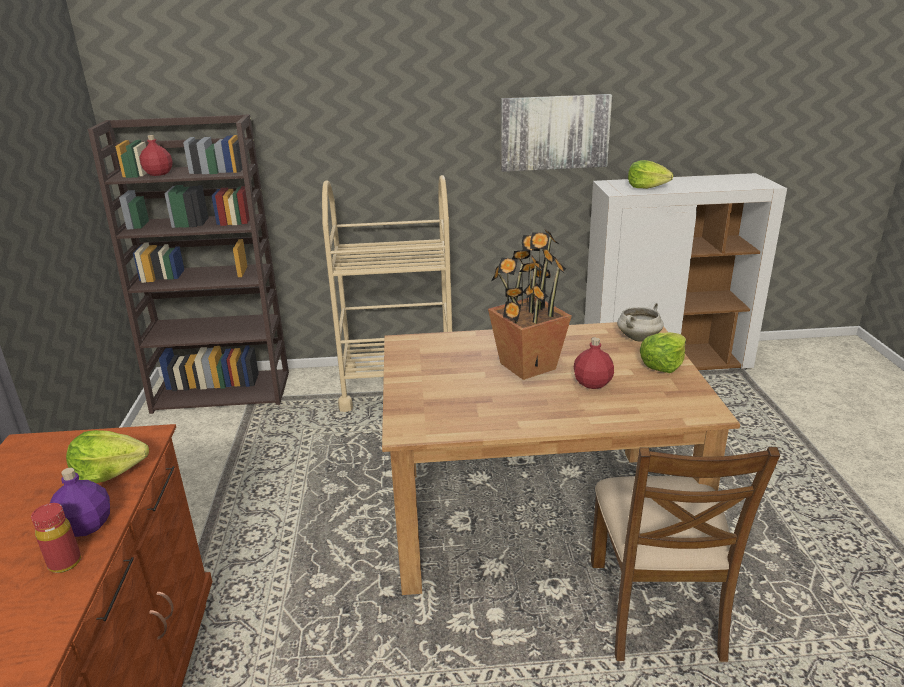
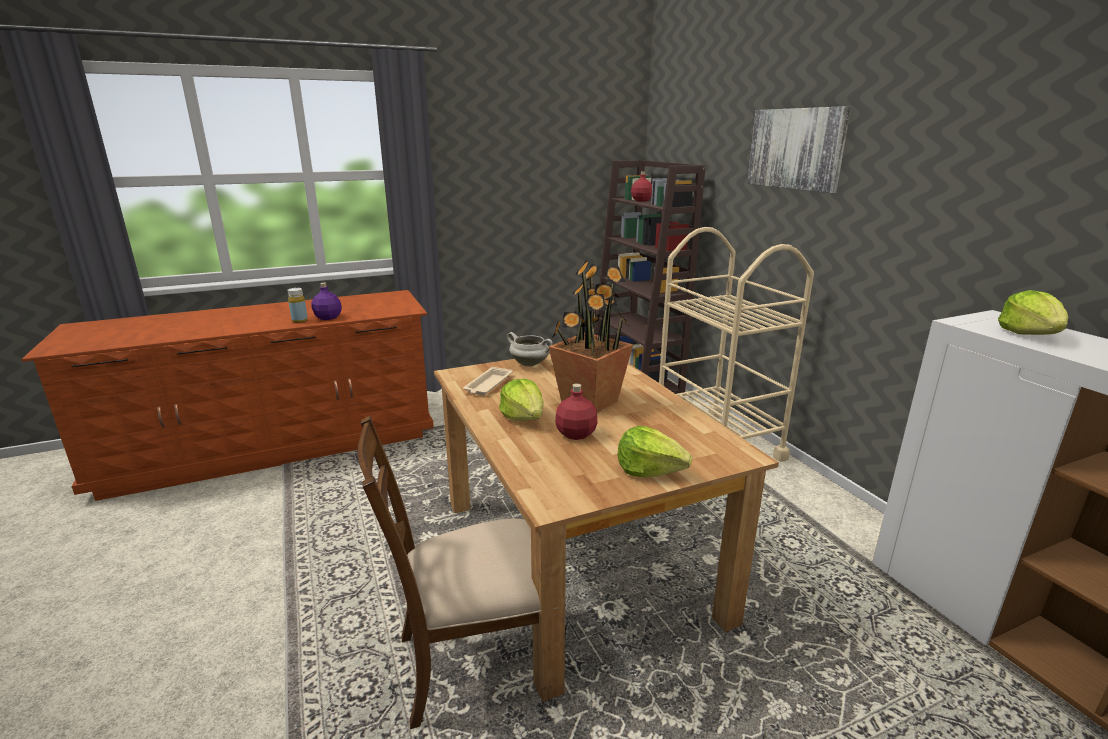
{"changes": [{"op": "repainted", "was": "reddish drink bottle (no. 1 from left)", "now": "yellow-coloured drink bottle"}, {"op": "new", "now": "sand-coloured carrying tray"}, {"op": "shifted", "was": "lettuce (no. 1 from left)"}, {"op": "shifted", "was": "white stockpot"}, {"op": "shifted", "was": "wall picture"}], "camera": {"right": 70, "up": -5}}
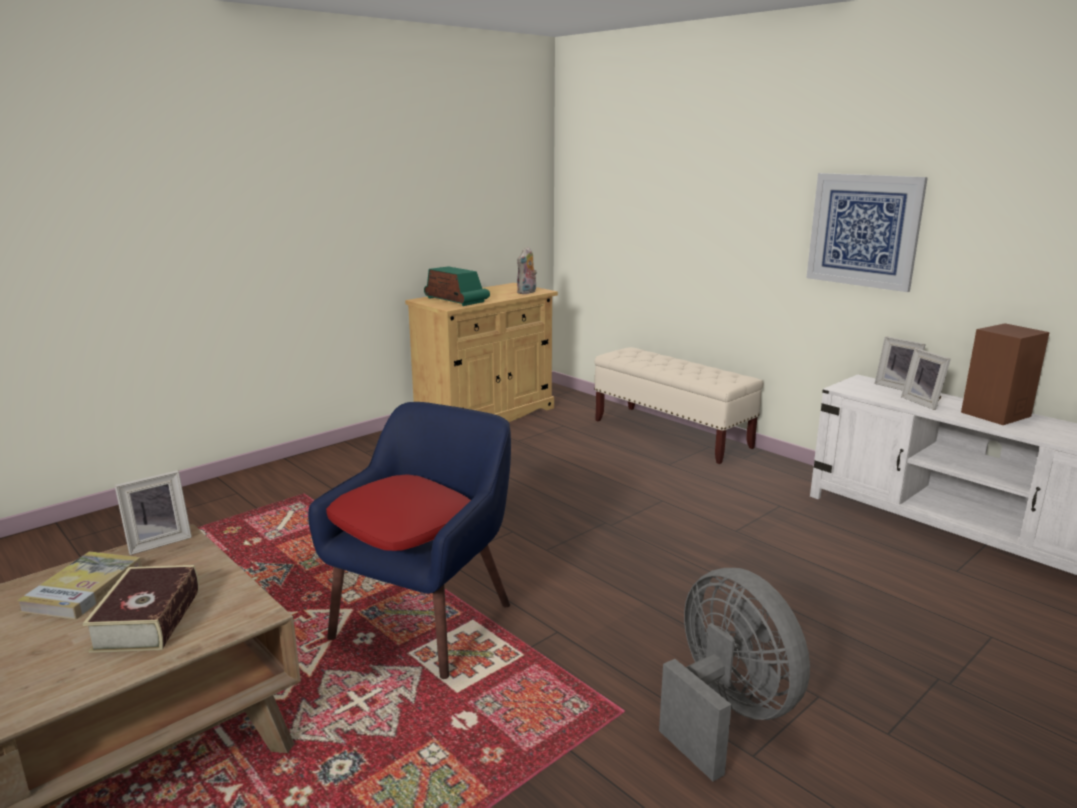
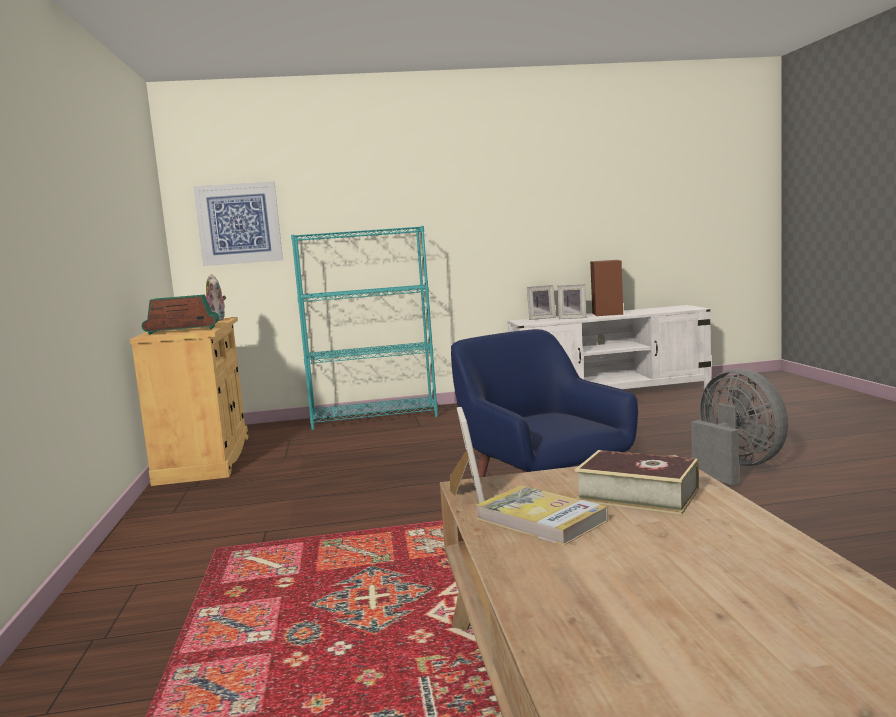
{"changes": [{"op": "shifted", "was": "wall picture"}, {"op": "swapped", "was": "sand-coloured long seat", "now": "blue-green bookshelf"}, {"op": "rotated", "was": "gray fan", "clockwise": 60}, {"op": "gone", "was": "reddish throw pillow"}], "camera": {"right": -55, "up": -10}}
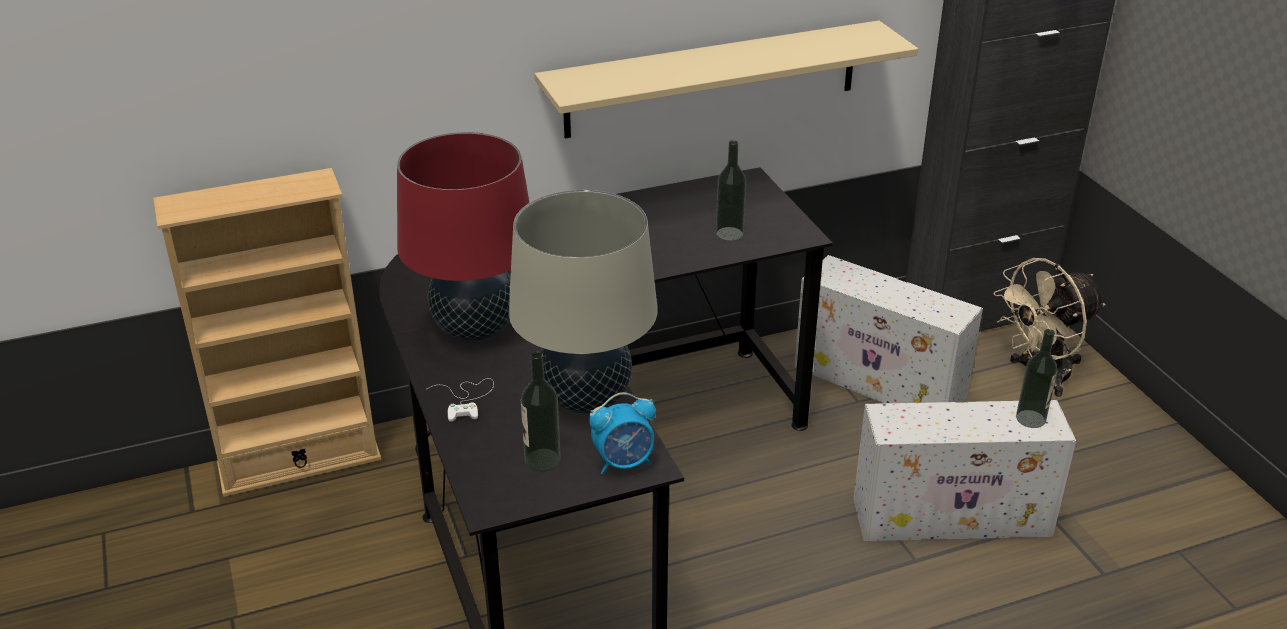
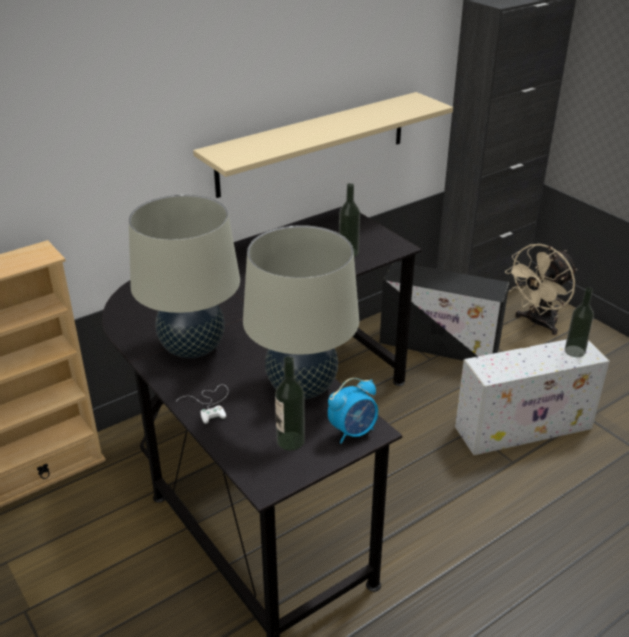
{"changes": [{"op": "repainted", "was": "reddish tabletop lamp", "now": "sand-coloured tabletop lamp (no. 1 from left)"}, {"op": "repainted", "was": "white storage container (no. 1 from left)", "now": "black-coloured storage container"}], "camera": {"right": -15, "up": 0}}
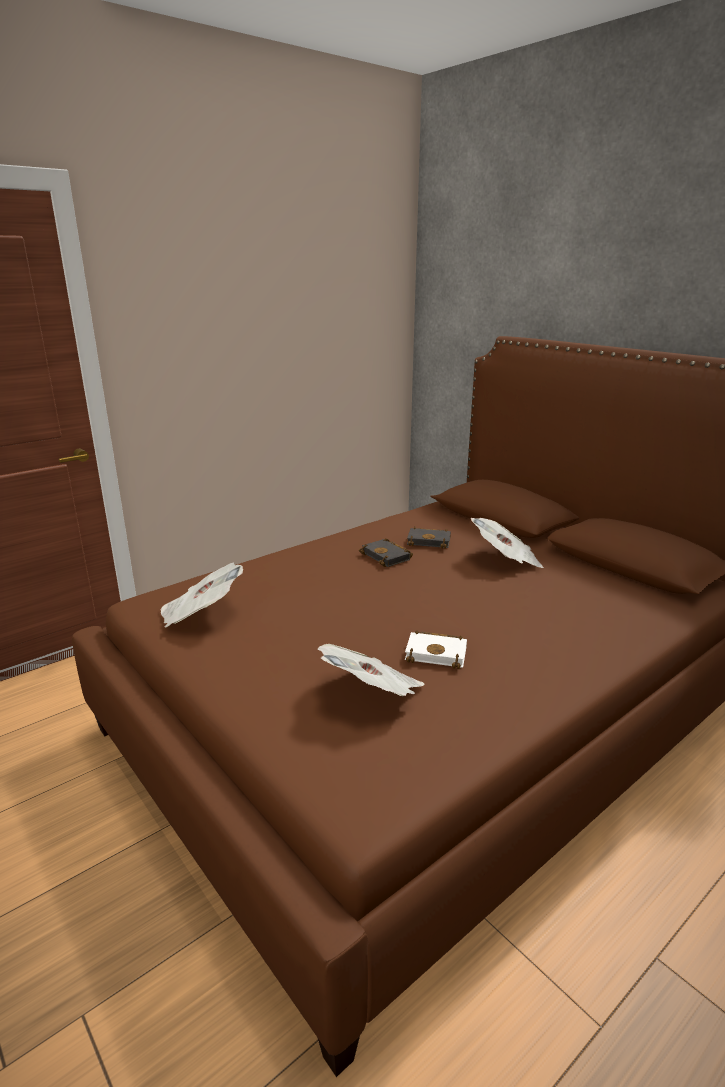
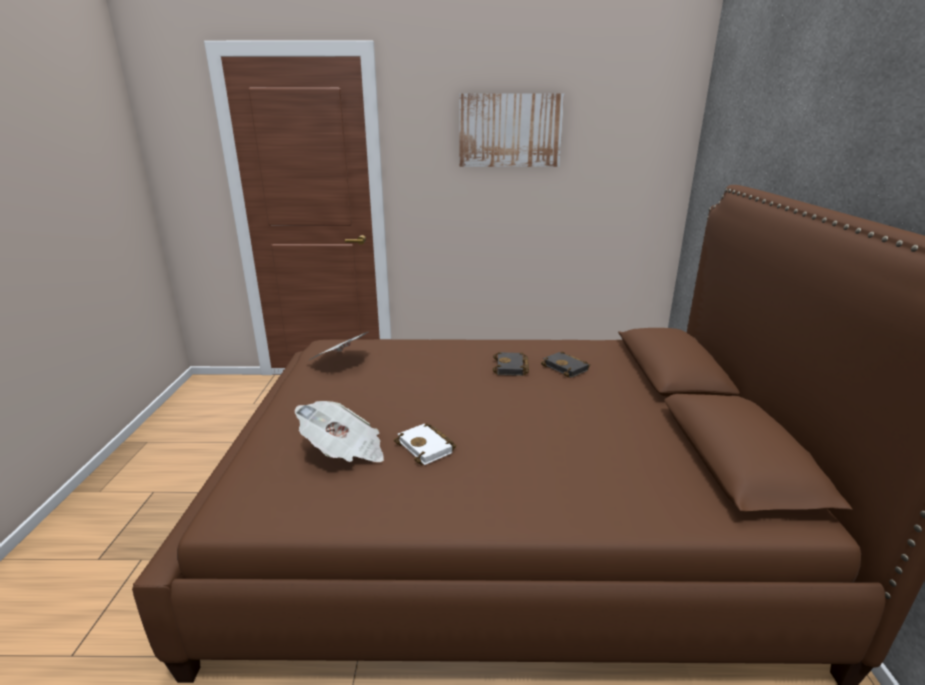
{"changes": [{"op": "new", "now": "wall picture"}, {"op": "gone", "was": "daily paper (no. 3 from left)"}], "camera": {"right": 40, "up": 0}}
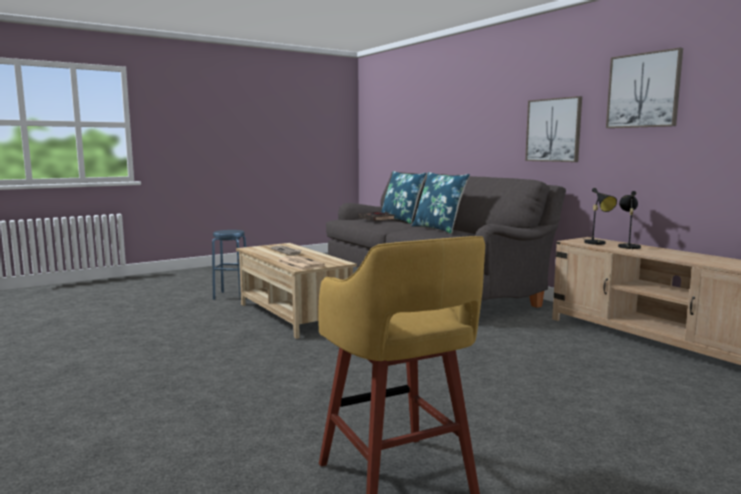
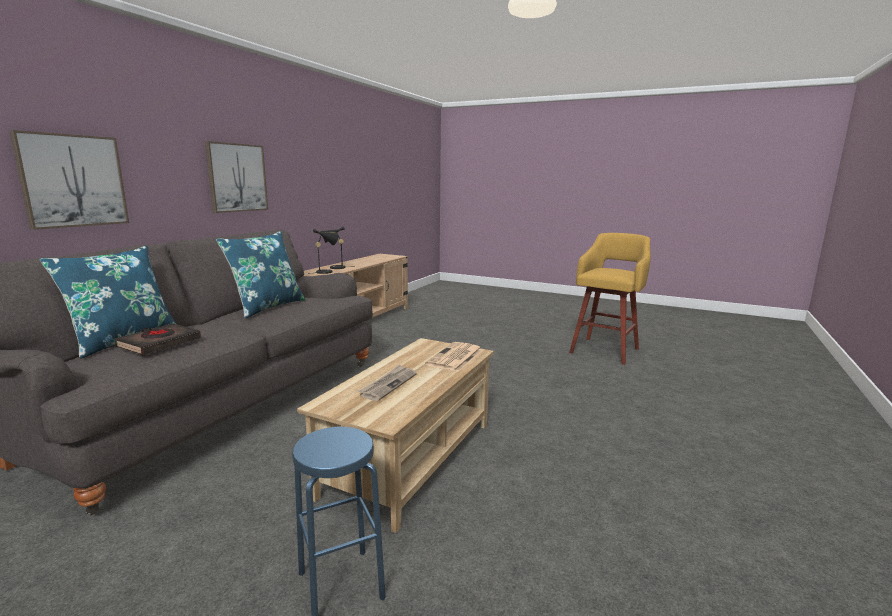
{"changes": [{"op": "shifted", "was": "wall picture (no. 2 from left in the first image)", "now": "wall picture (no. 1 from left)"}], "camera": {"right": -120, "up": 5}}
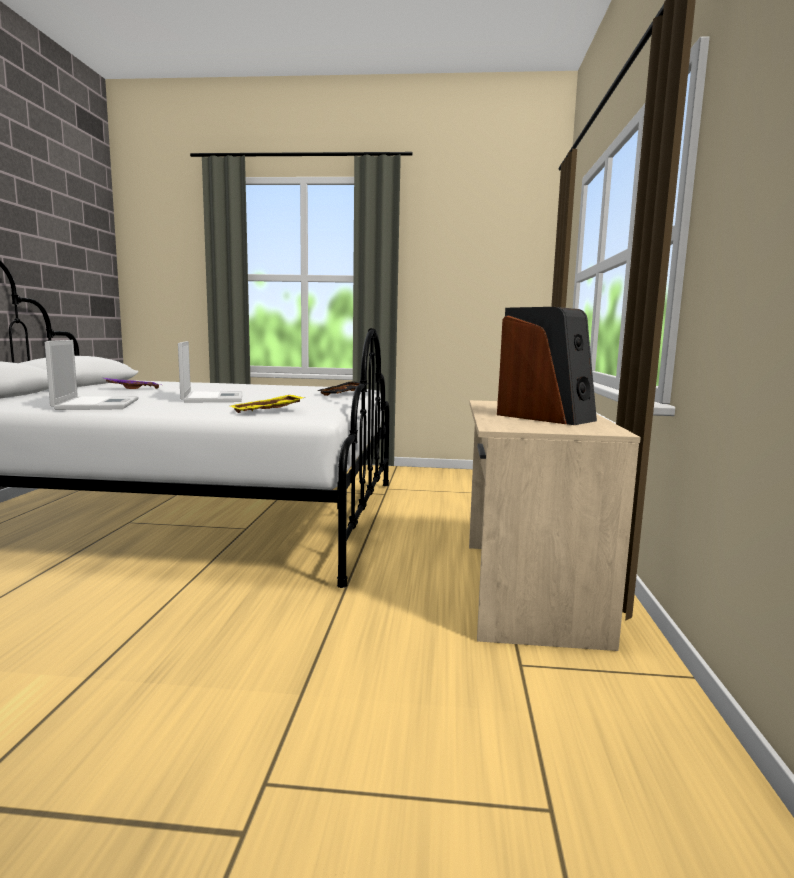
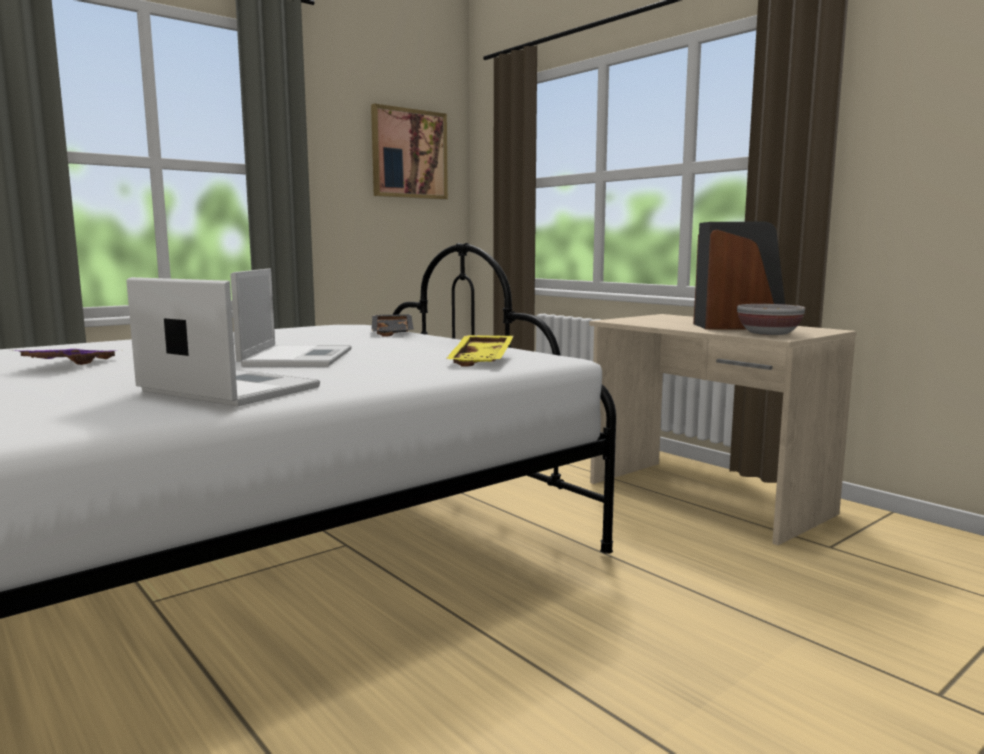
{"changes": [{"op": "rotated", "was": "laptop (no. 2 from left)", "clockwise": 60}, {"op": "new", "now": "wall picture"}, {"op": "new", "now": "serving bowl"}], "camera": {"right": -45, "up": 0}}
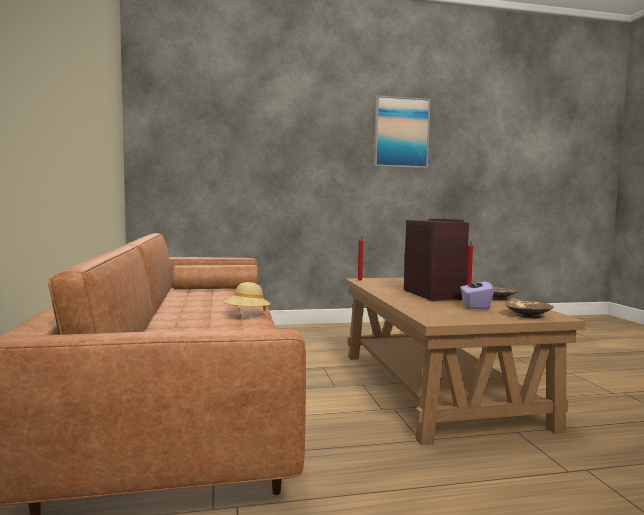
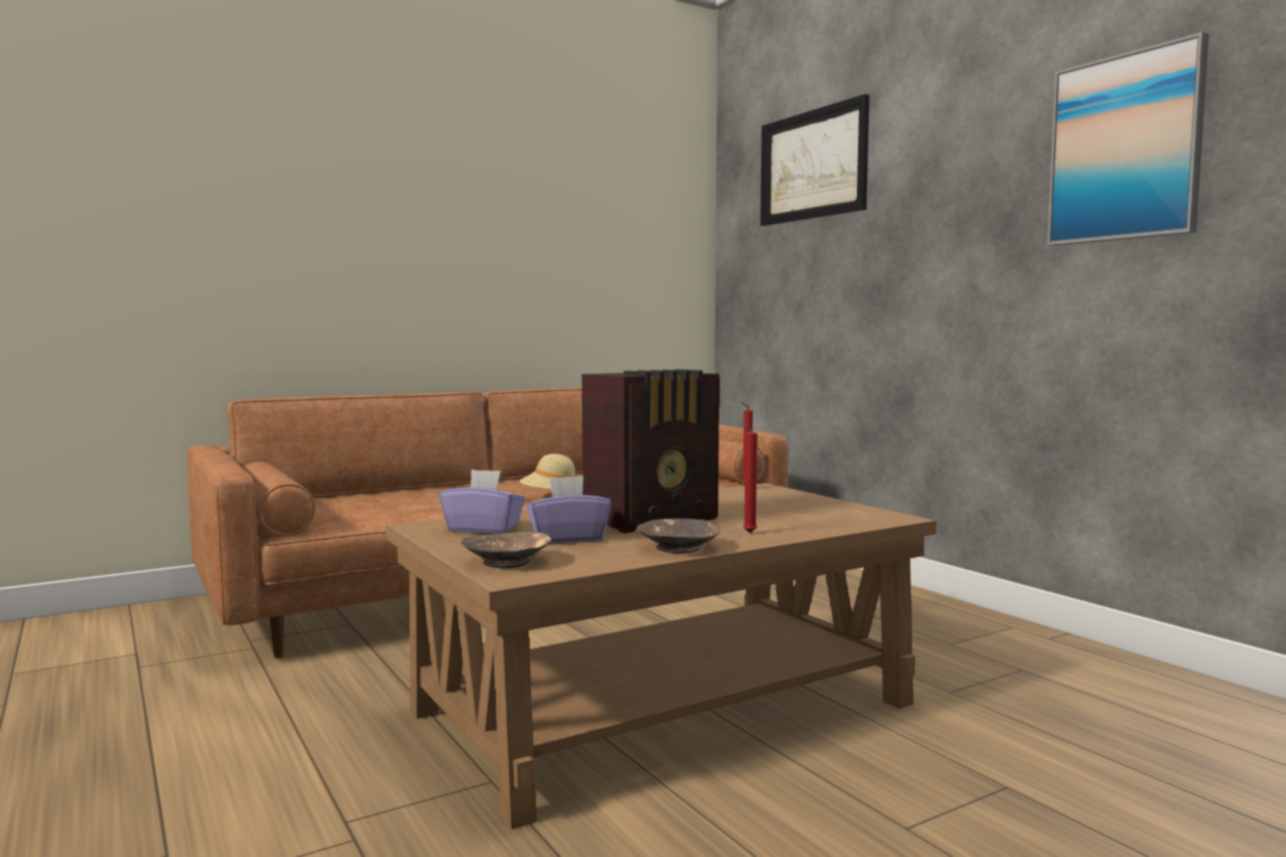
{"changes": [{"op": "new", "now": "purple tissue box (no. 1 from left)"}, {"op": "new", "now": "wall picture (no. 1 from left)"}], "camera": {"right": 70, "up": 0}}
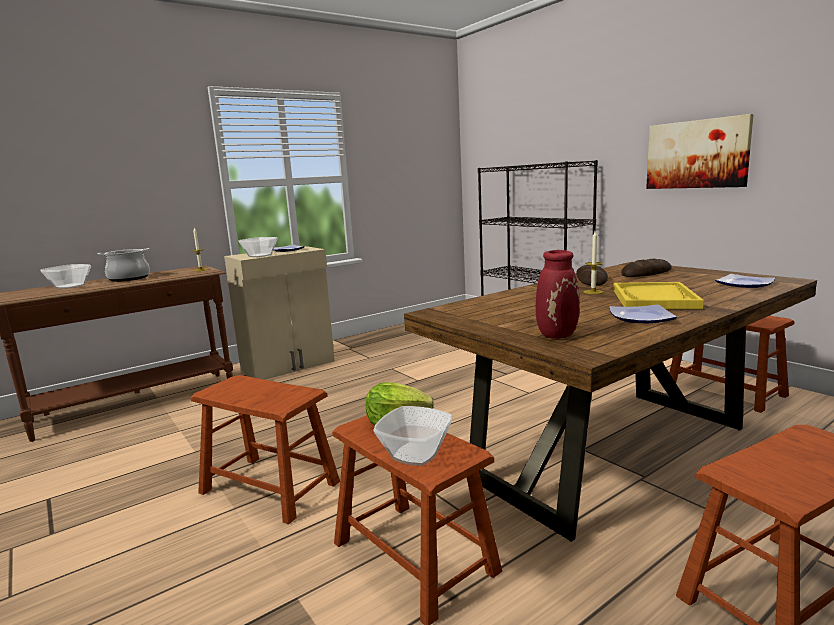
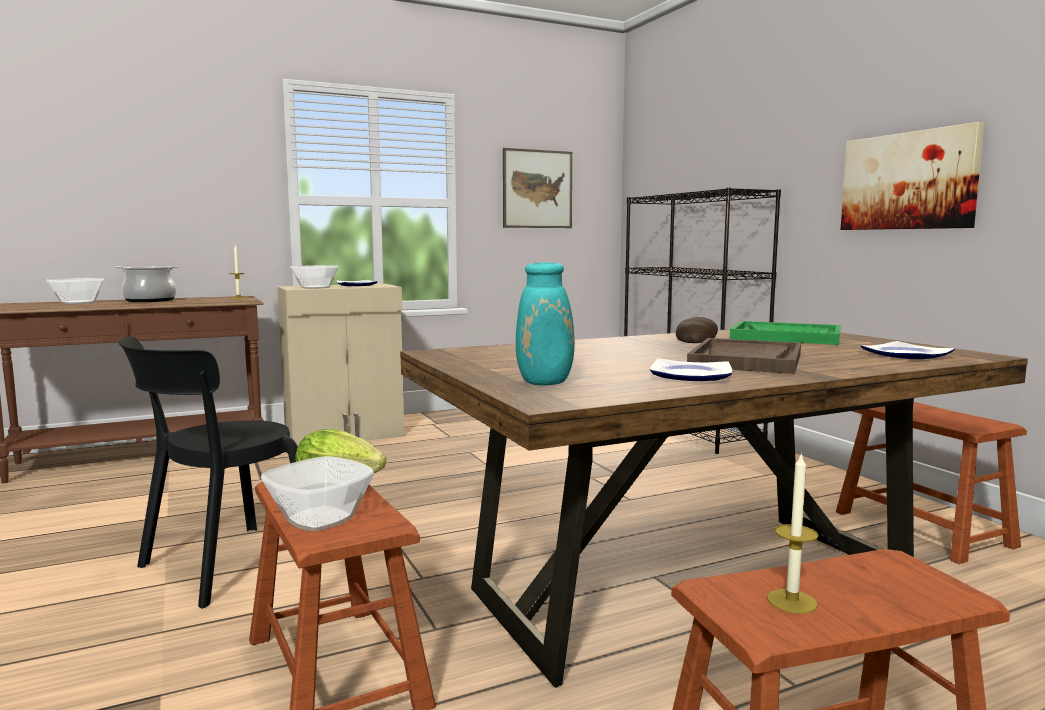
{"changes": [{"op": "swapped", "was": "brownish sitting stool (no. 1 from left)", "now": "black-coloured chair"}, {"op": "new", "now": "wall picture (no. 1 from left)"}, {"op": "repainted", "was": "reddish decorative vase", "now": "blue-green decorative vase"}, {"op": "repainted", "was": "yellow-coloured carrying tray", "now": "brownish carrying tray"}, {"op": "swapped", "was": "bread (no. 2 from left)", "now": "greenish carrying tray"}, {"op": "shifted", "was": "wax candle (no. 2 from left)"}], "camera": {"right": 10, "up": -5}}
